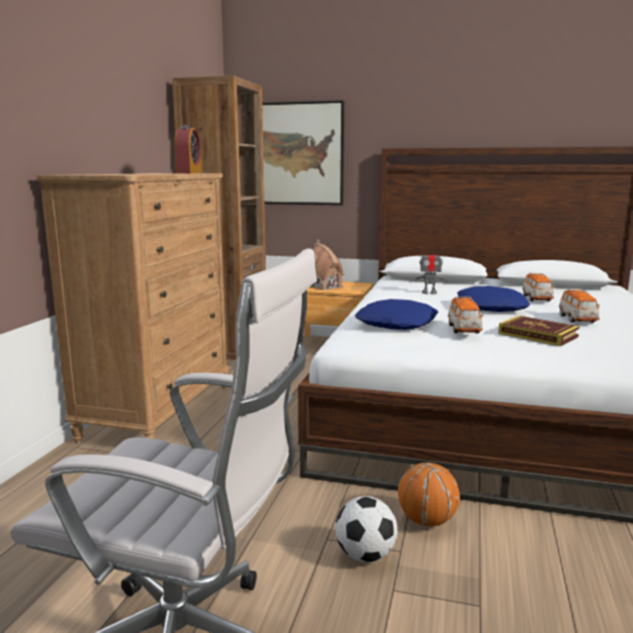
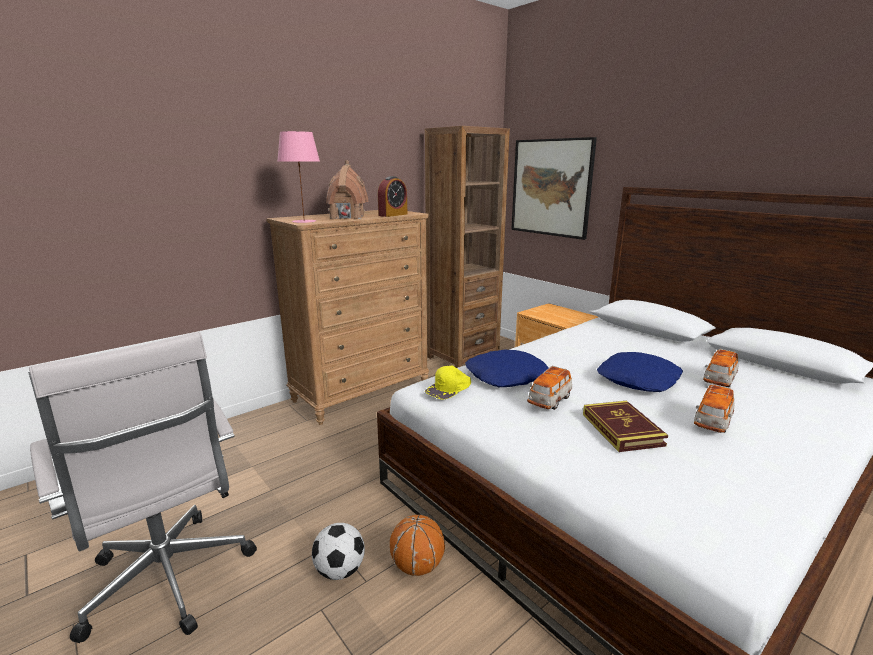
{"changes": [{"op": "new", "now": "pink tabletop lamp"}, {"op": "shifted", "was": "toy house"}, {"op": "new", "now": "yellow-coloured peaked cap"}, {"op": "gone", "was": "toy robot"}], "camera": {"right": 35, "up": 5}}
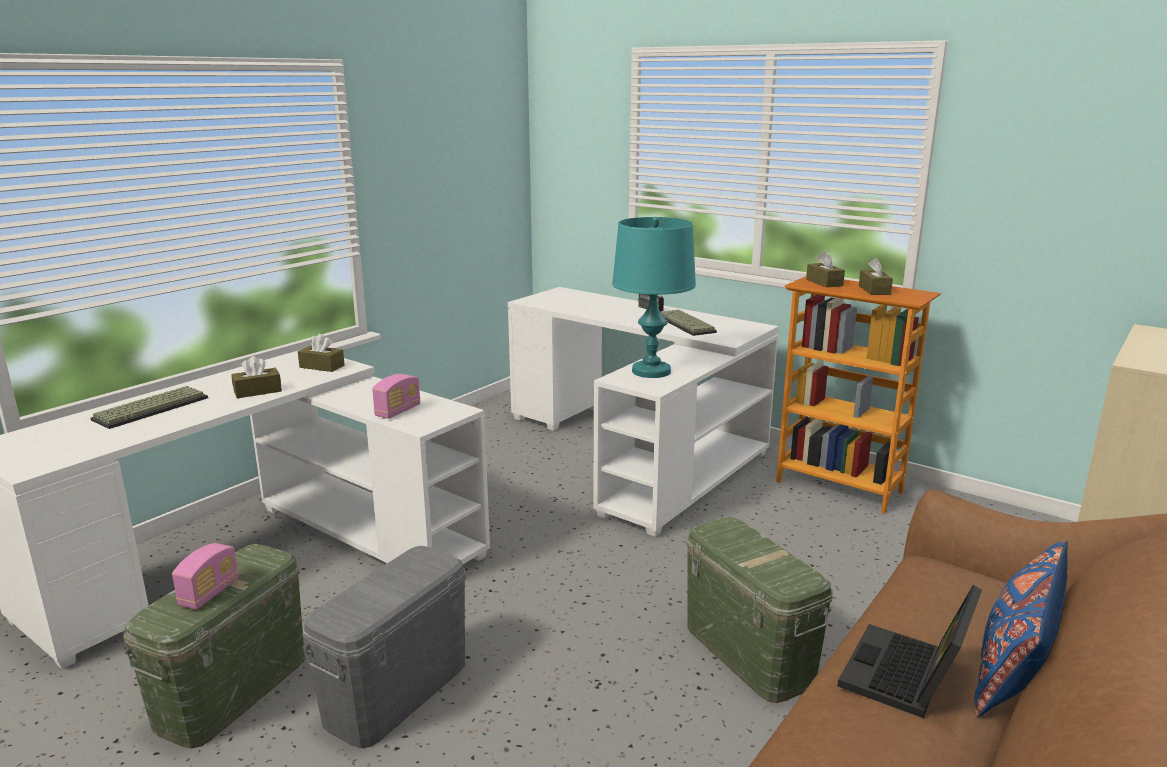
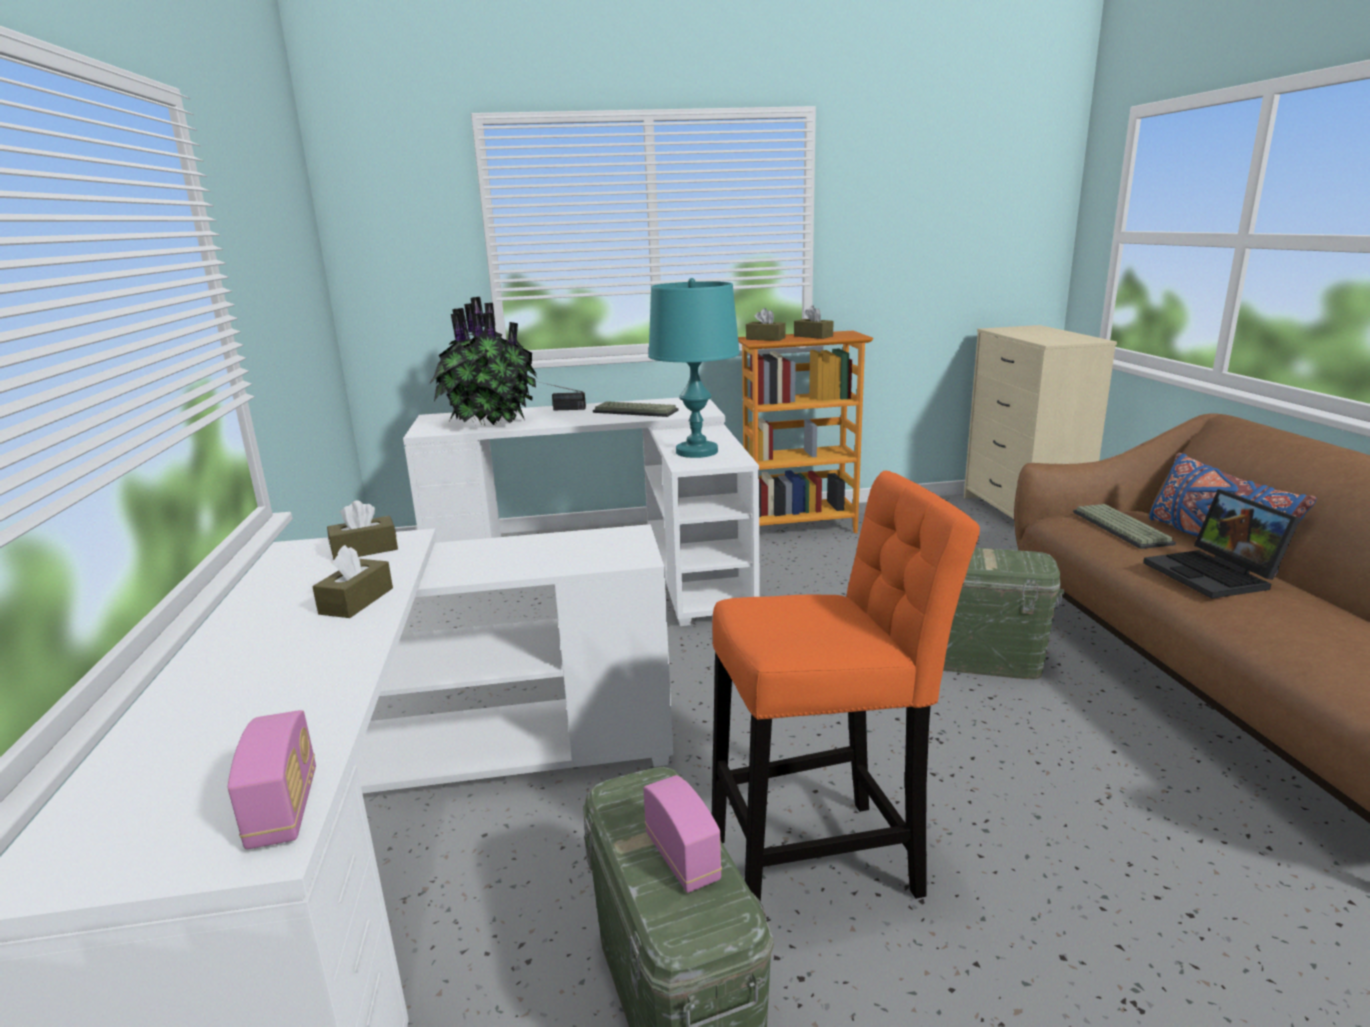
{"changes": [{"op": "shifted", "was": "radio set (no. 2 from left in the first image)", "now": "radio set (no. 1 from left)"}, {"op": "new", "now": "plant in a pot"}, {"op": "swapped", "was": "gray storage container", "now": "orangey sitting stool"}, {"op": "shifted", "was": "PC keyboard (no. 1 from left in the first image)", "now": "PC keyboard (no. 2 from left)"}], "camera": {"right": -45, "up": 0}}
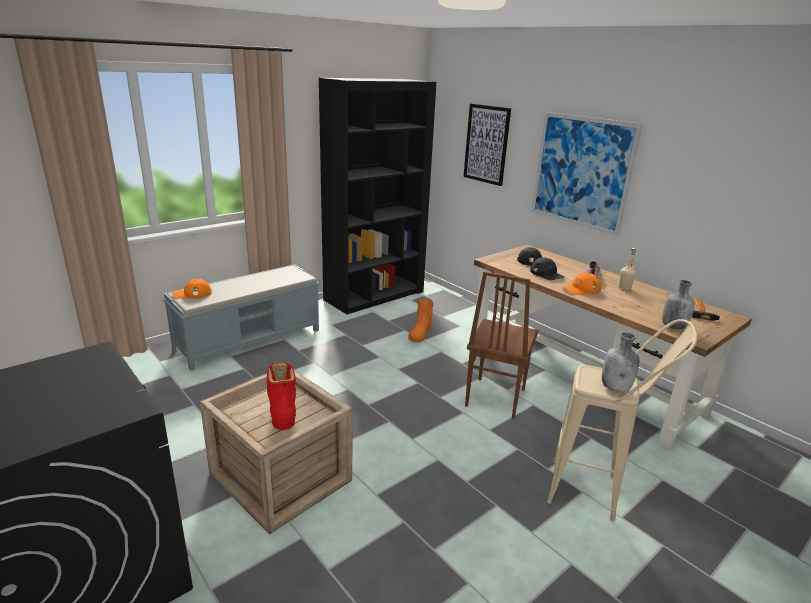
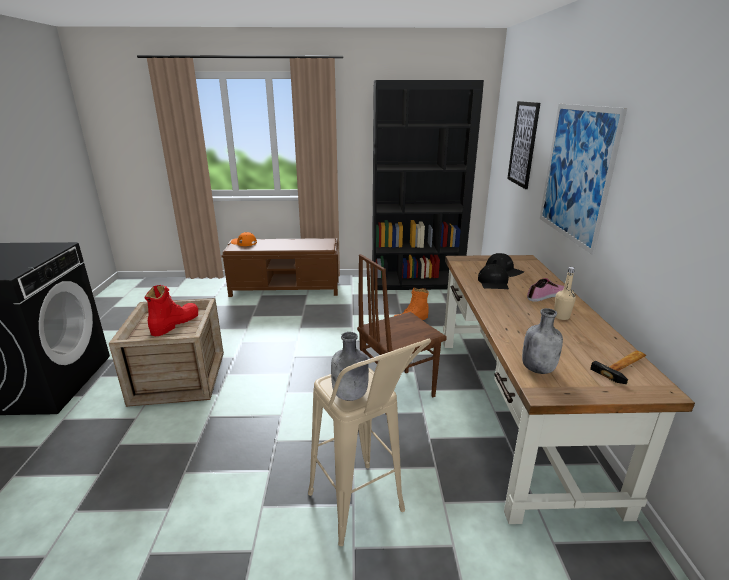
{"changes": [{"op": "repainted", "was": "gray long seat", "now": "brownish long seat"}, {"op": "gone", "was": "orangey peaked cap (no. 2 from left)"}], "camera": {"right": 40, "up": 0}}
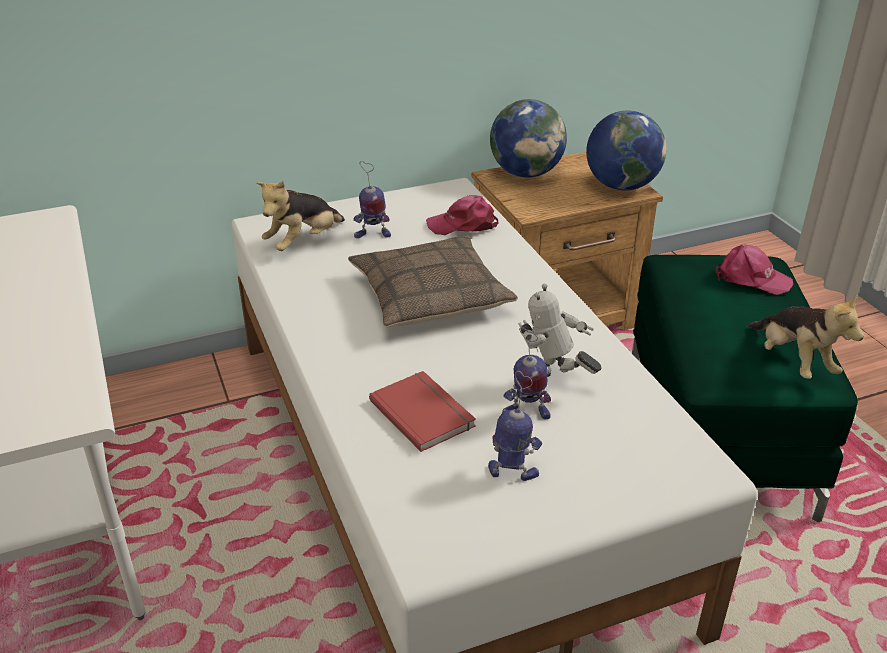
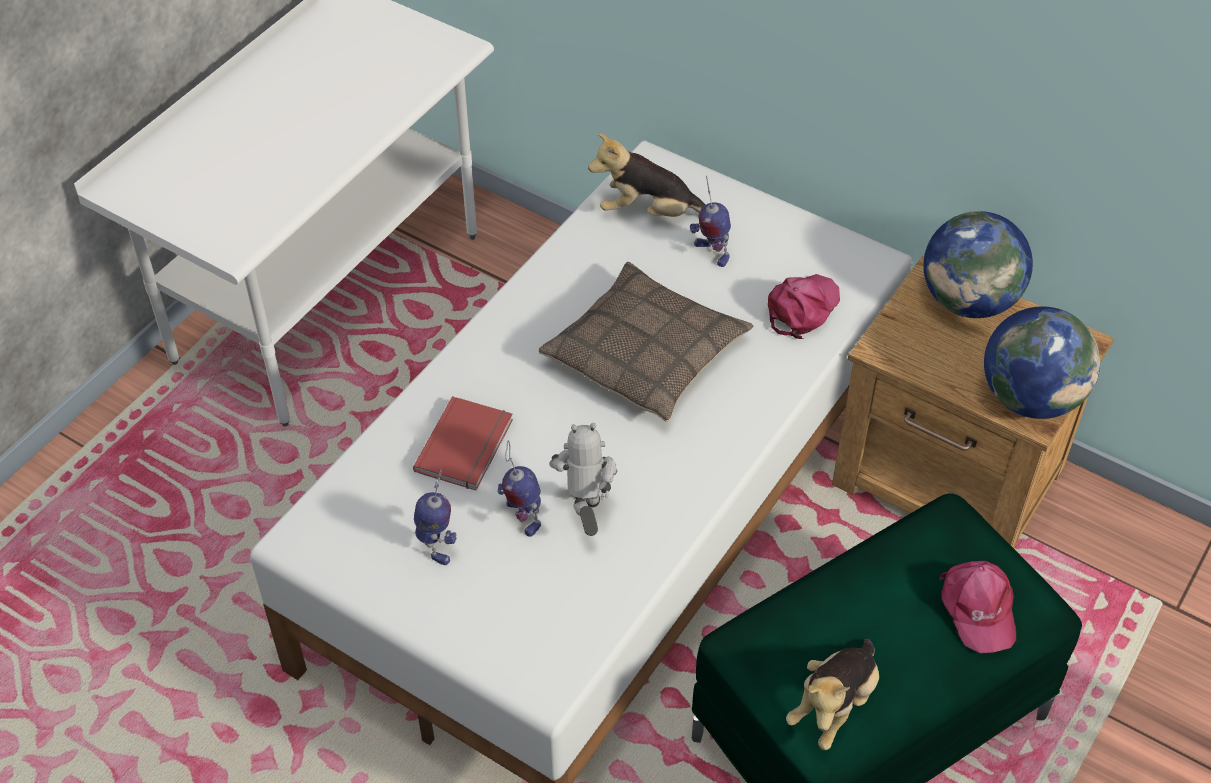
{"changes": [{"op": "rotated", "was": "pink peaked cap (no. 1 from left)", "clockwise": 75}], "camera": {"right": 55, "up": 15}}
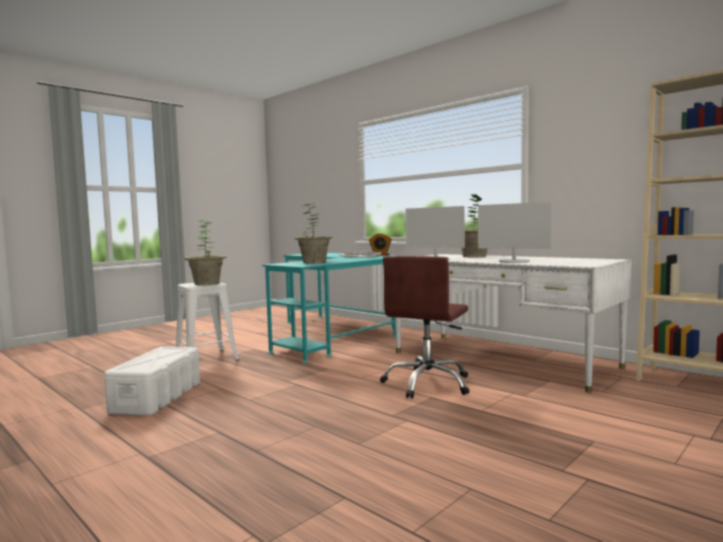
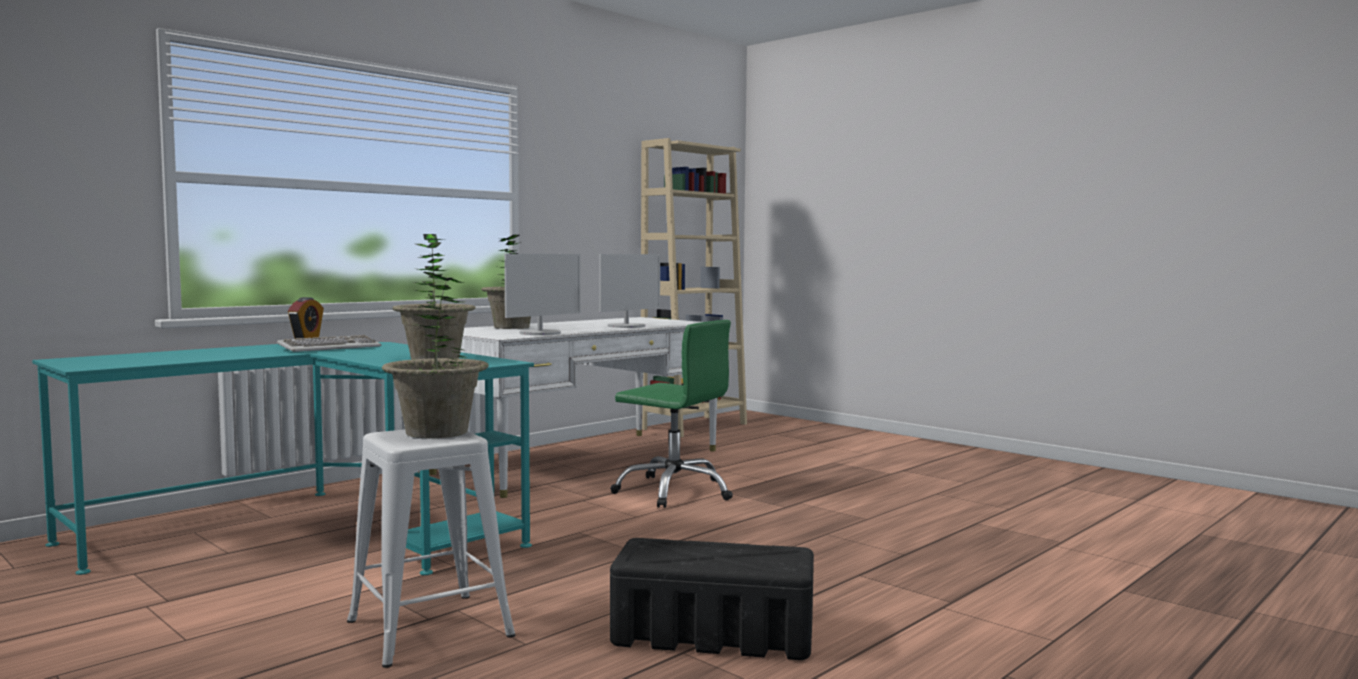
{"changes": [{"op": "repainted", "was": "brownish office chair", "now": "greenish office chair"}, {"op": "repainted", "was": "white storage container", "now": "black-coloured storage container"}], "camera": {"right": -90, "up": 0}}
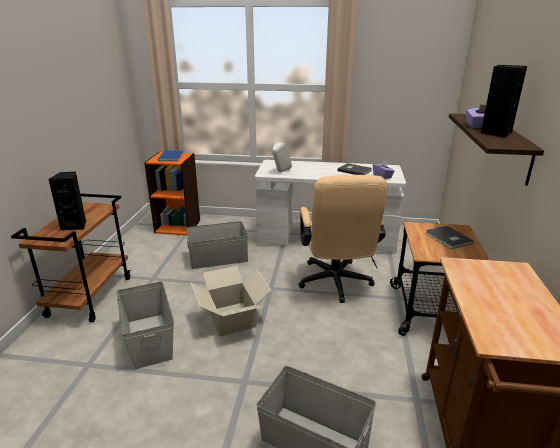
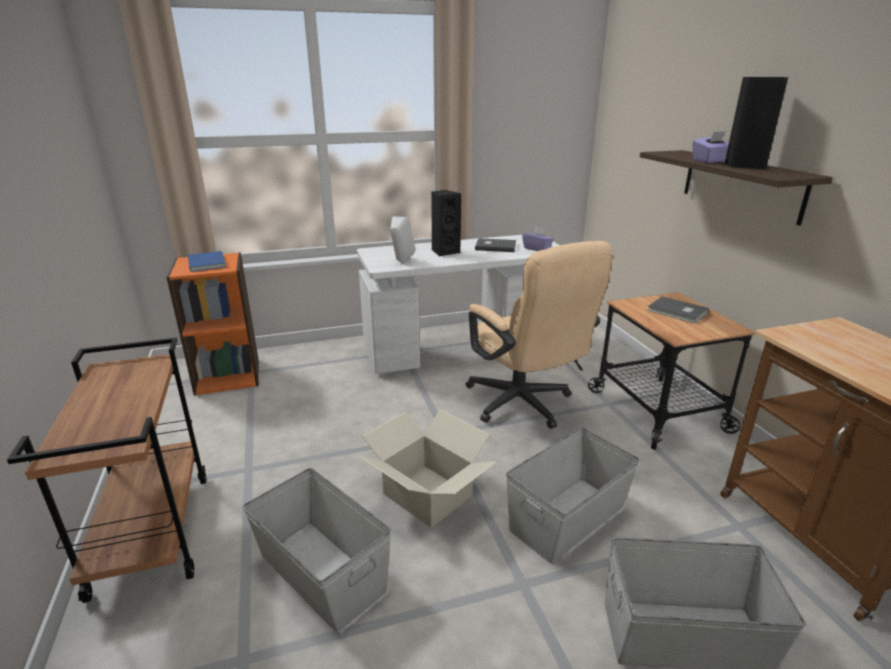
{"changes": [{"op": "shifted", "was": "black-coloured audio speaker (no. 1 from left)"}, {"op": "shifted", "was": "gray storage container (no. 2 from left)"}], "camera": {"right": -25, "up": 0}}
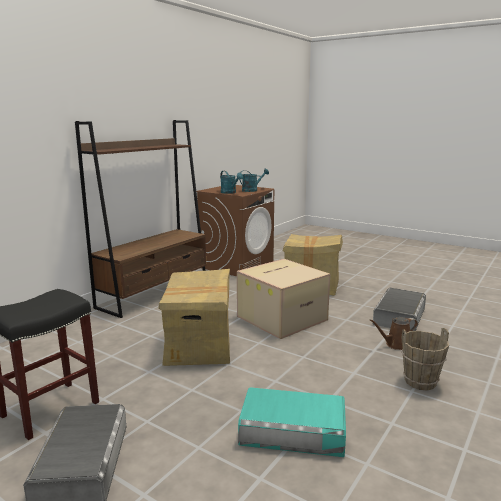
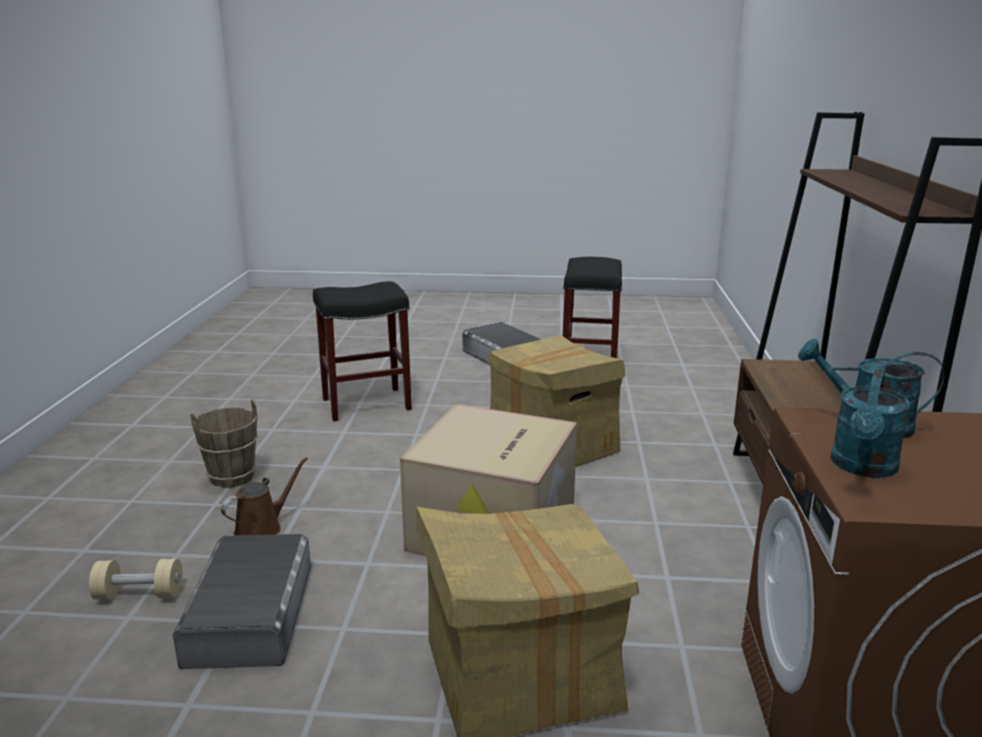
{"changes": [{"op": "new", "now": "sand-coloured free weight"}, {"op": "swapped", "was": "blue-green storage container", "now": "black-coloured sitting stool (no. 1 from left)"}], "camera": {"right": 150, "up": 5}}
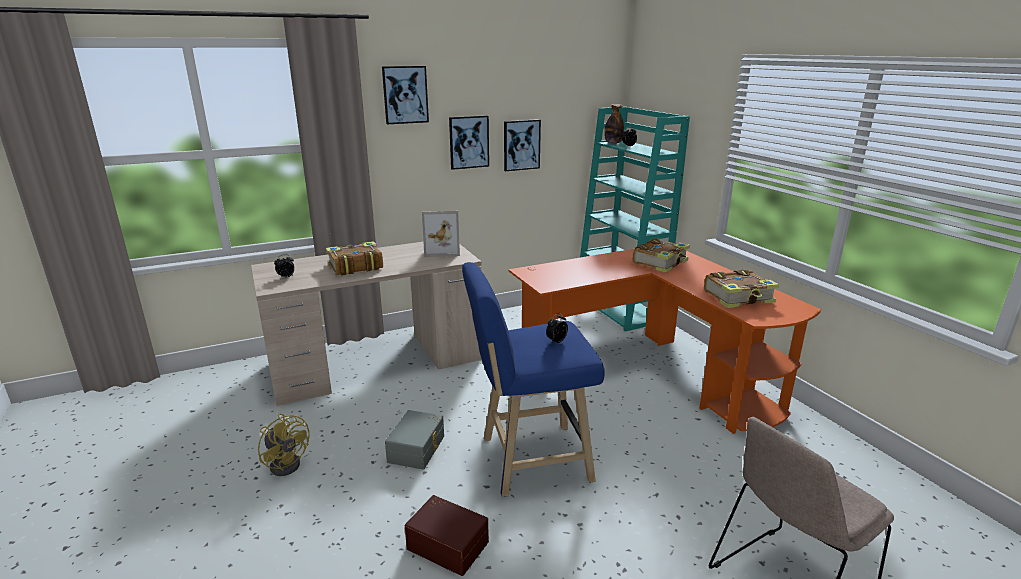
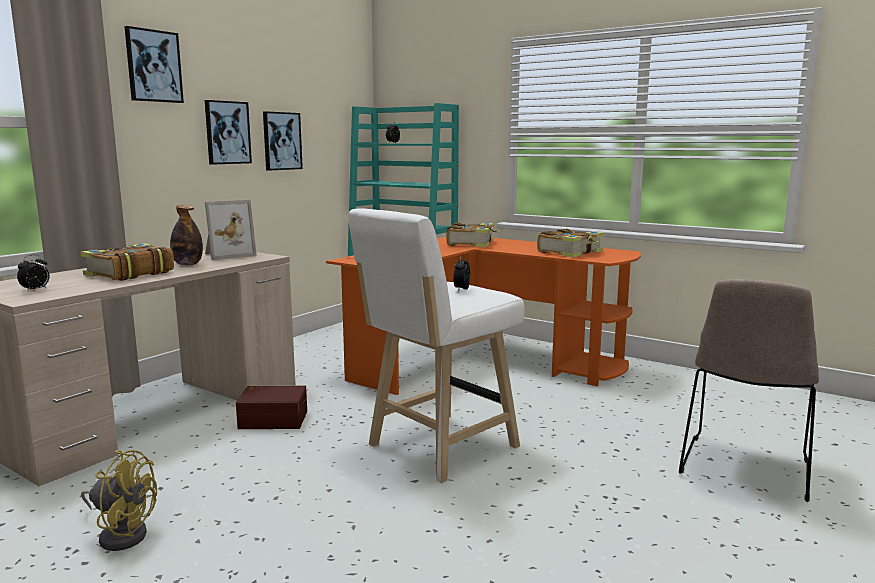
{"changes": [{"op": "shifted", "was": "drink bottle"}, {"op": "shifted", "was": "brownish storage container"}, {"op": "repainted", "was": "bluish sitting stool", "now": "white sitting stool"}, {"op": "gone", "was": "gray storage container"}], "camera": {"right": -30, "up": -10}}
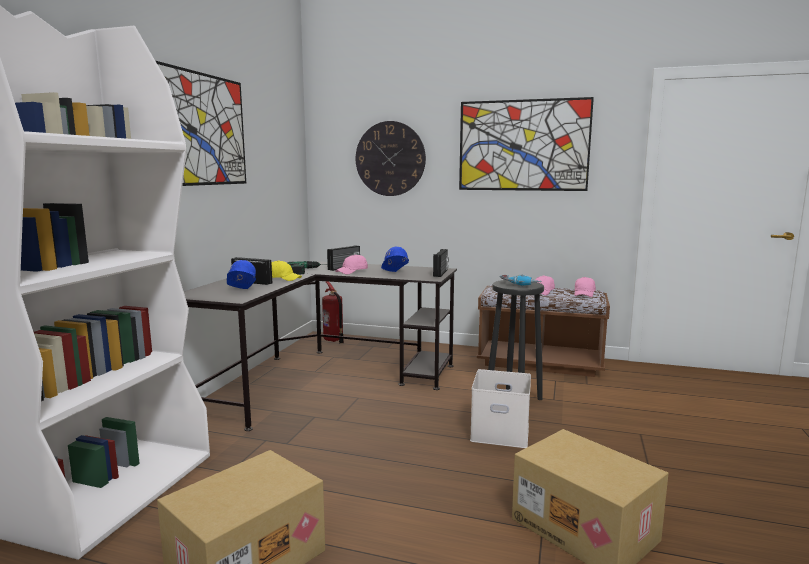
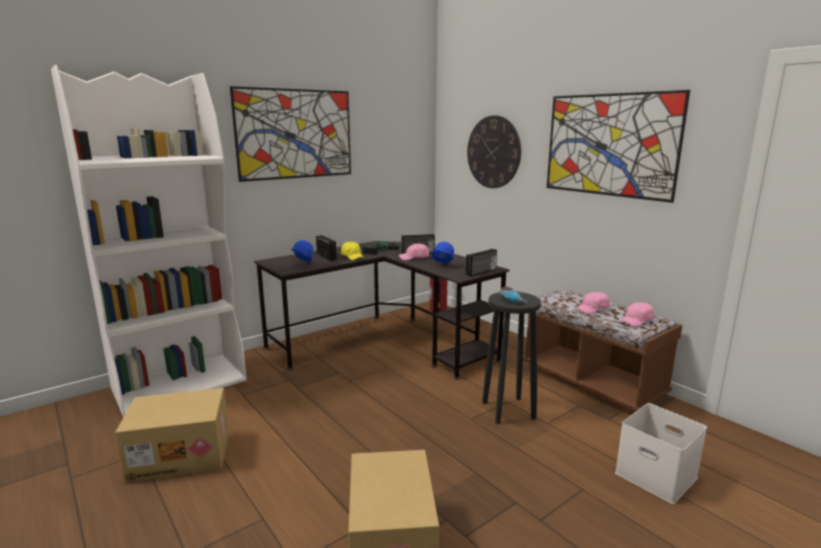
{"changes": [{"op": "shifted", "was": "white storage container"}], "camera": {"right": 35, "up": 5}}
